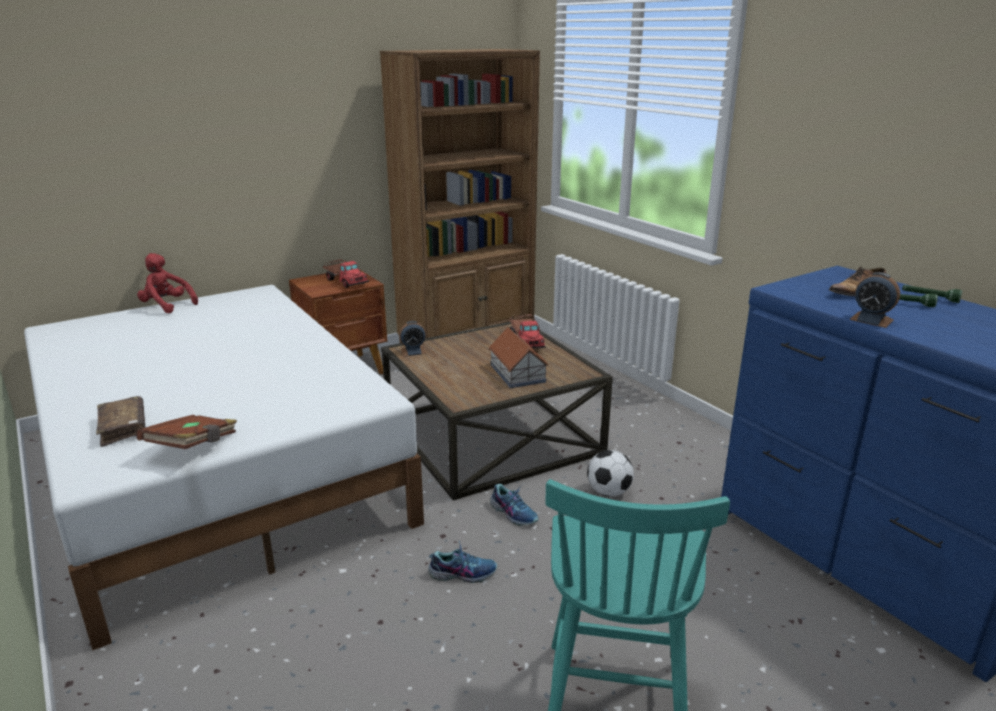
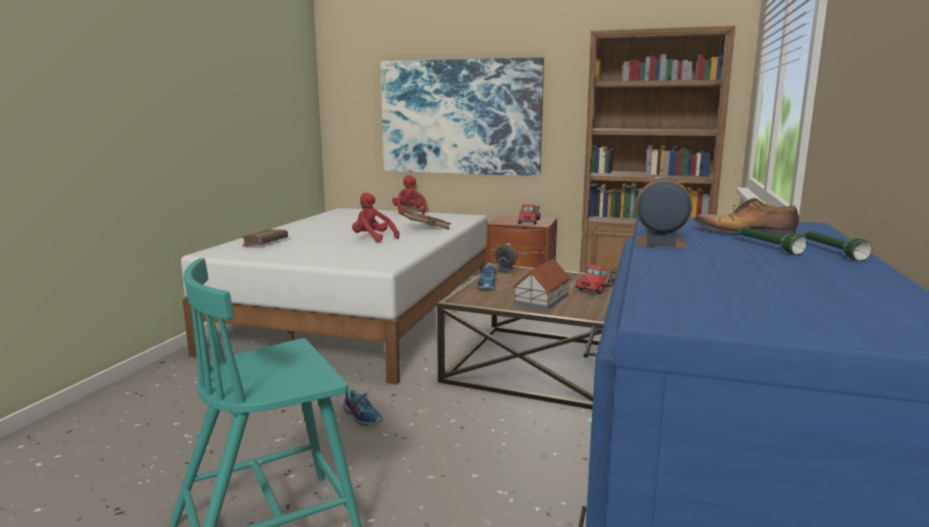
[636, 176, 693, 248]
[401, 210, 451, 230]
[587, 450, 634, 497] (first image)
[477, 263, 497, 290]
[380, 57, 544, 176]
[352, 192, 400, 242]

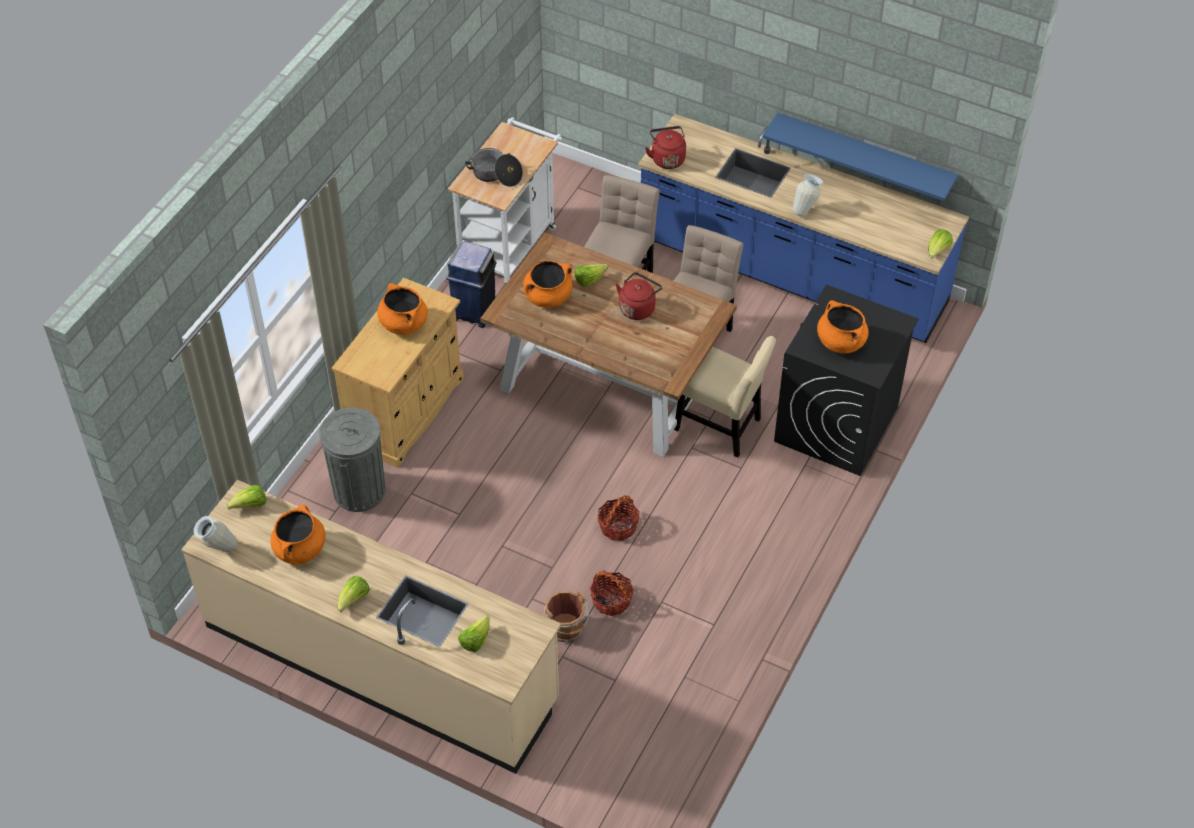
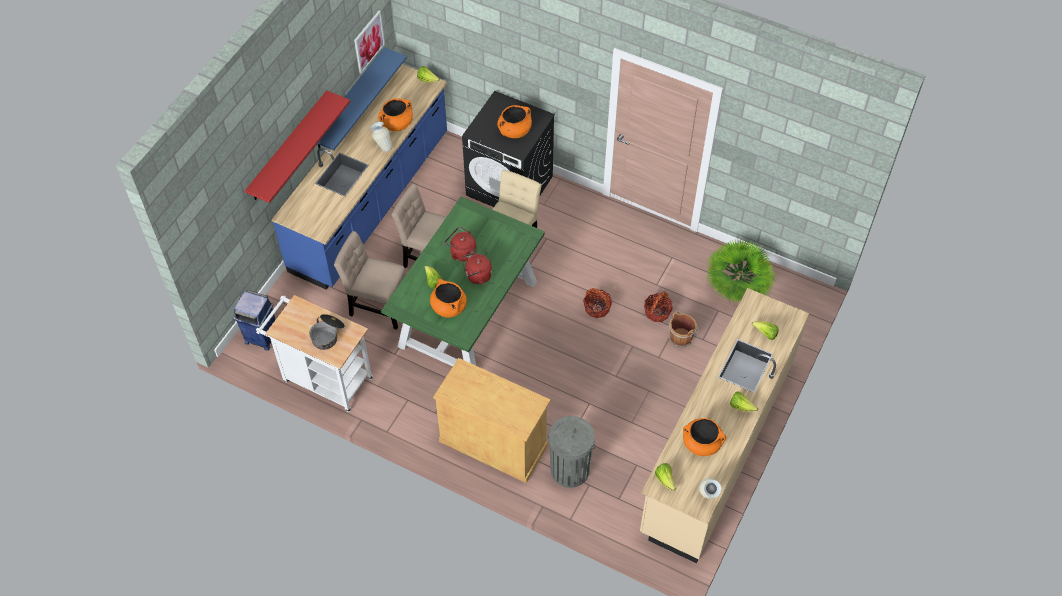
[462, 252, 492, 284]
[381, 197, 545, 366]
[234, 290, 276, 351]
[378, 98, 413, 131]
[354, 11, 385, 74]
[245, 90, 350, 203]
[705, 238, 778, 303]

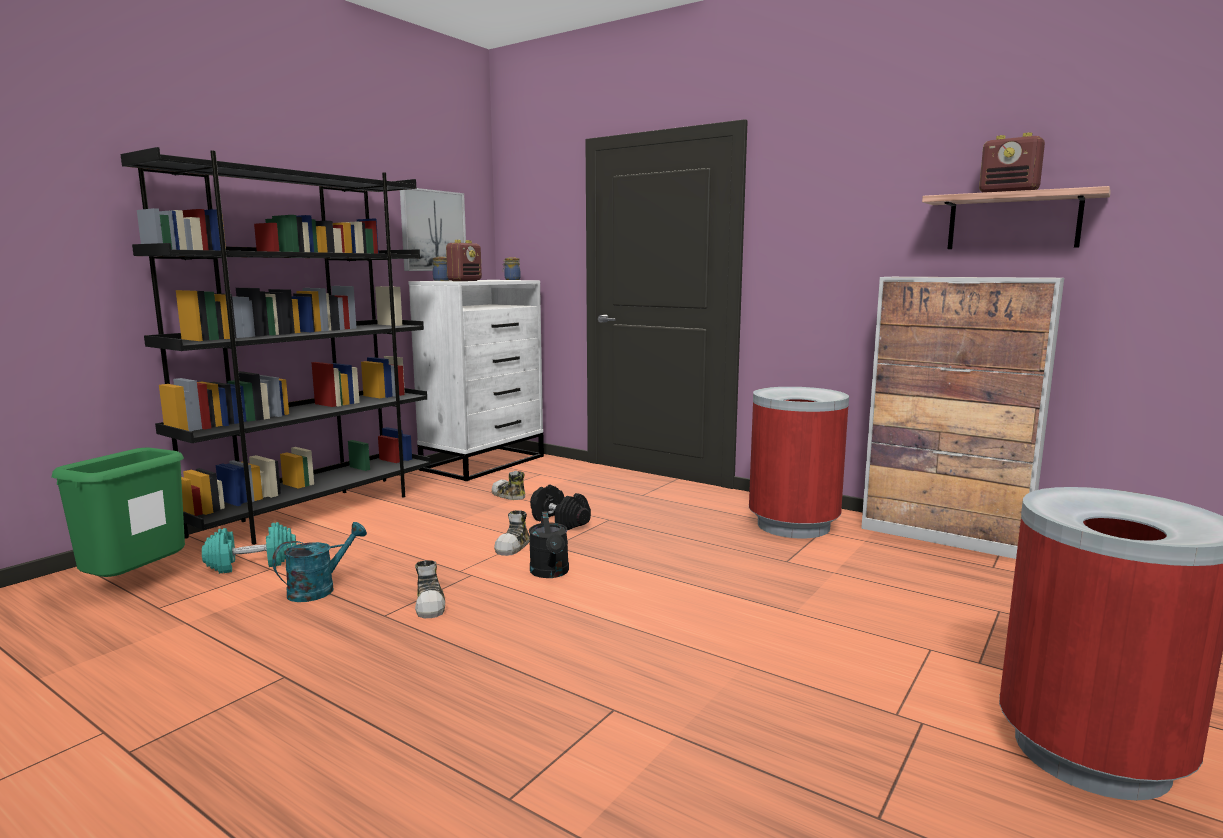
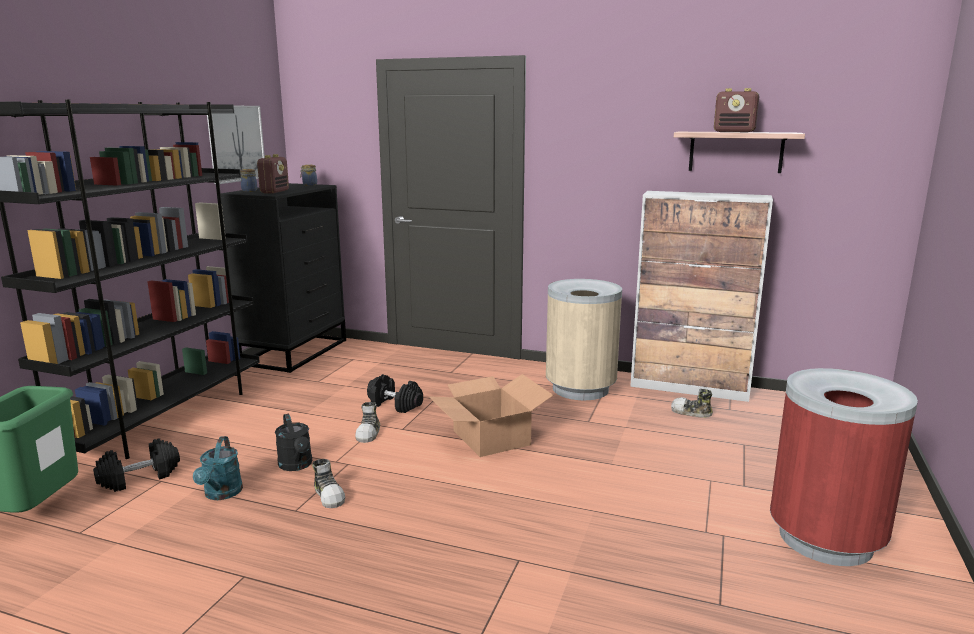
[221, 183, 346, 373]
[546, 279, 622, 400]
[671, 389, 713, 418]
[275, 414, 312, 471]
[93, 438, 180, 492]
[193, 436, 243, 500]
[429, 374, 553, 457]

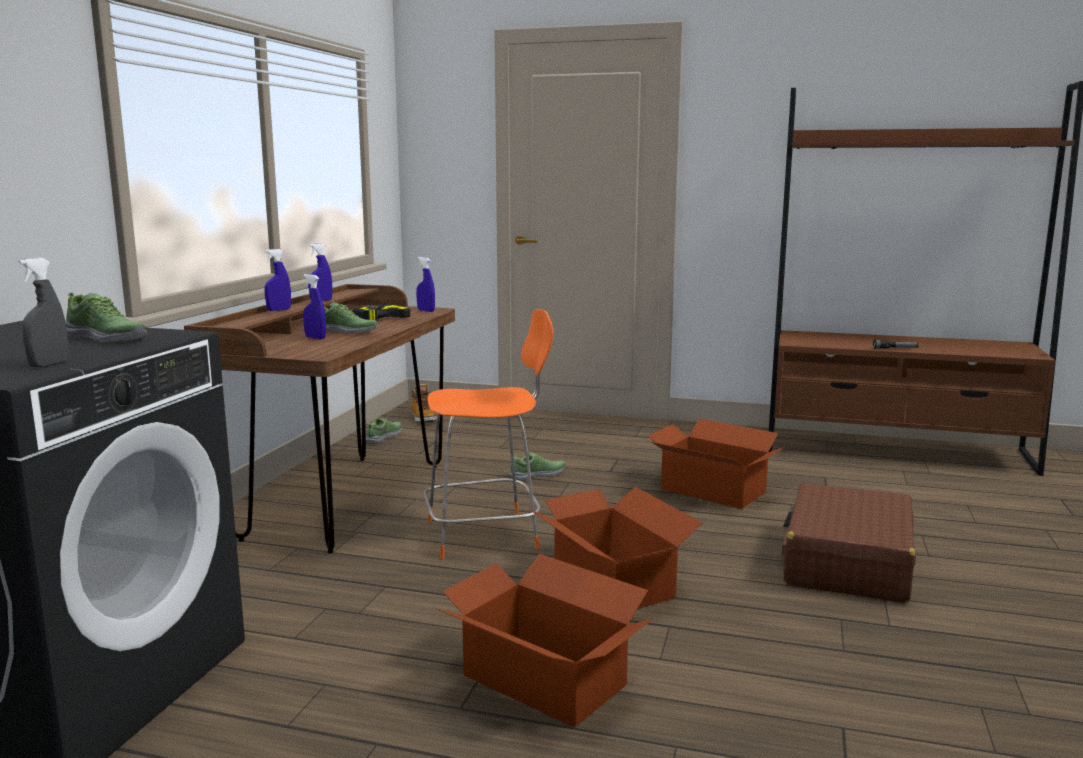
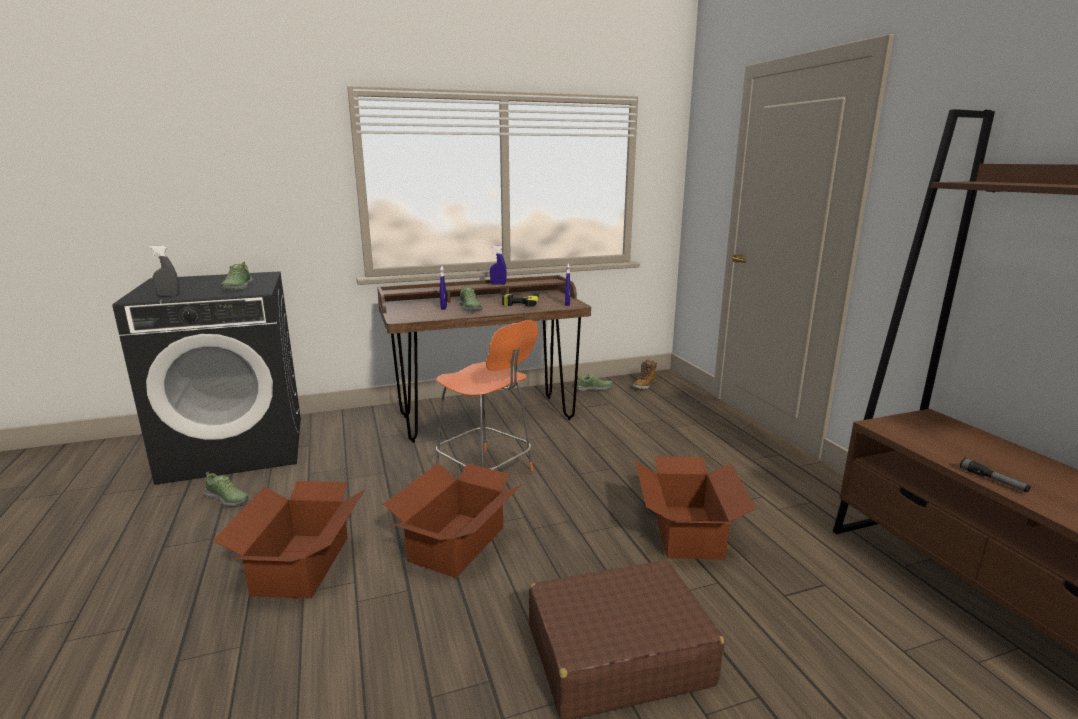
[264, 249, 291, 311] (first image)
[204, 472, 249, 506]

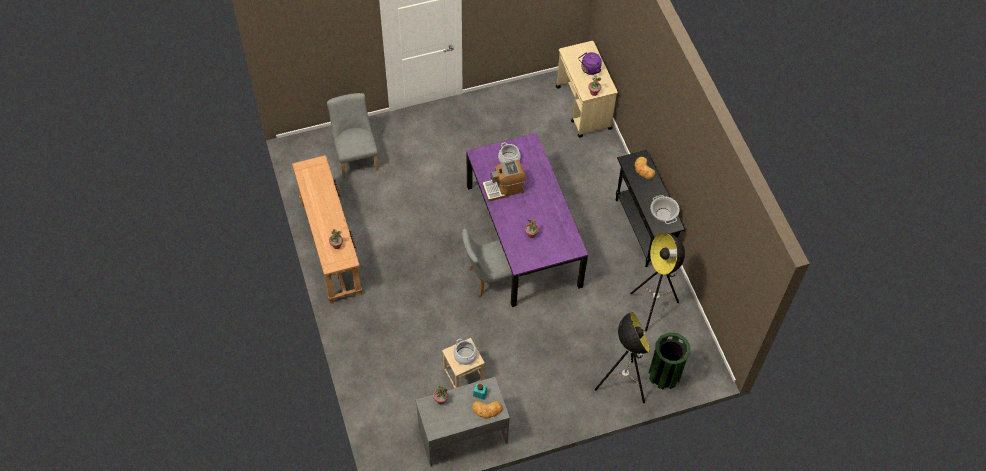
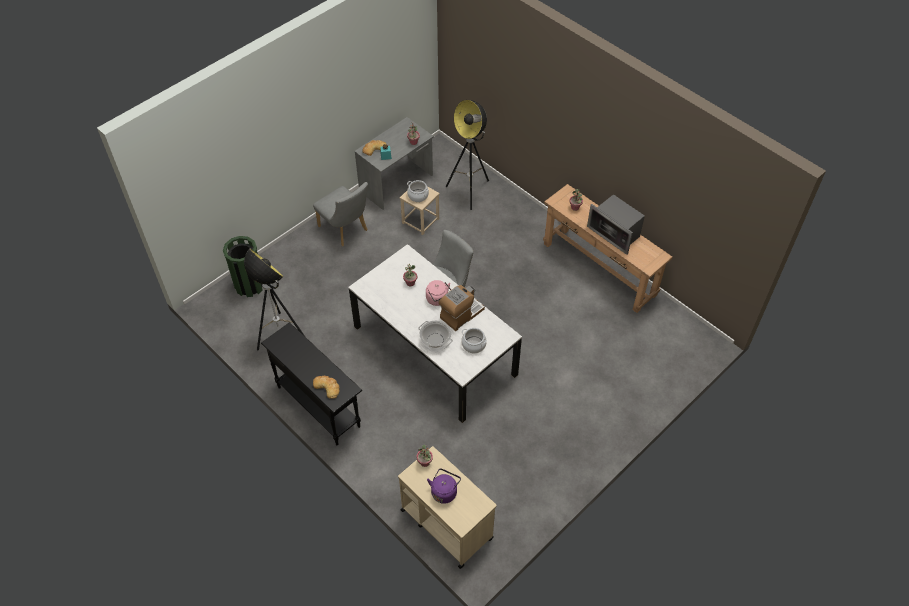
[313, 182, 368, 246]
[348, 244, 522, 423]
[418, 320, 453, 348]
[446, 100, 489, 210]
[587, 194, 645, 255]
[426, 280, 451, 306]

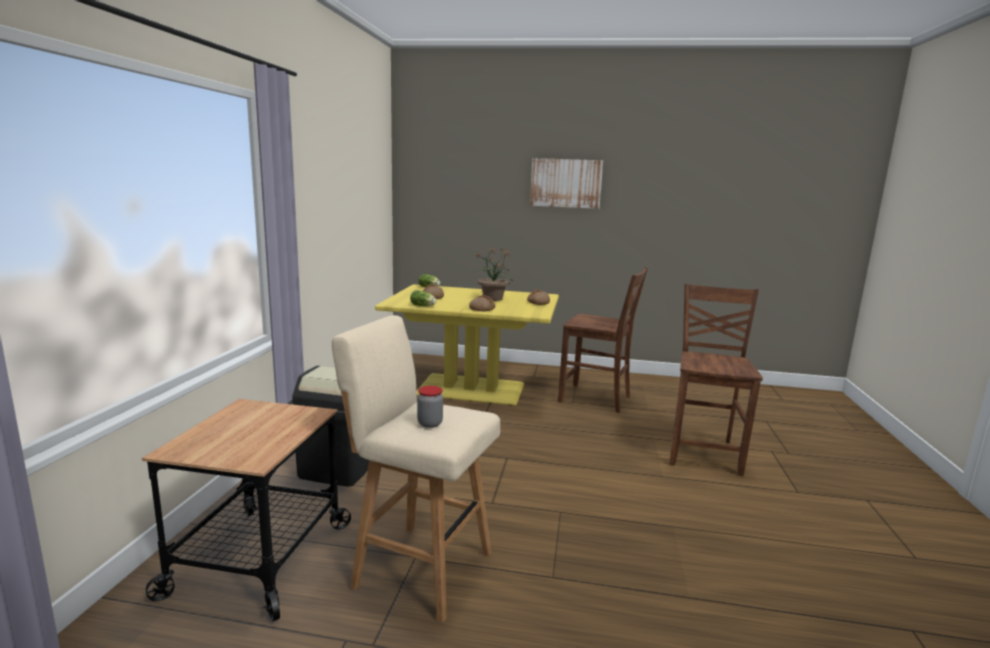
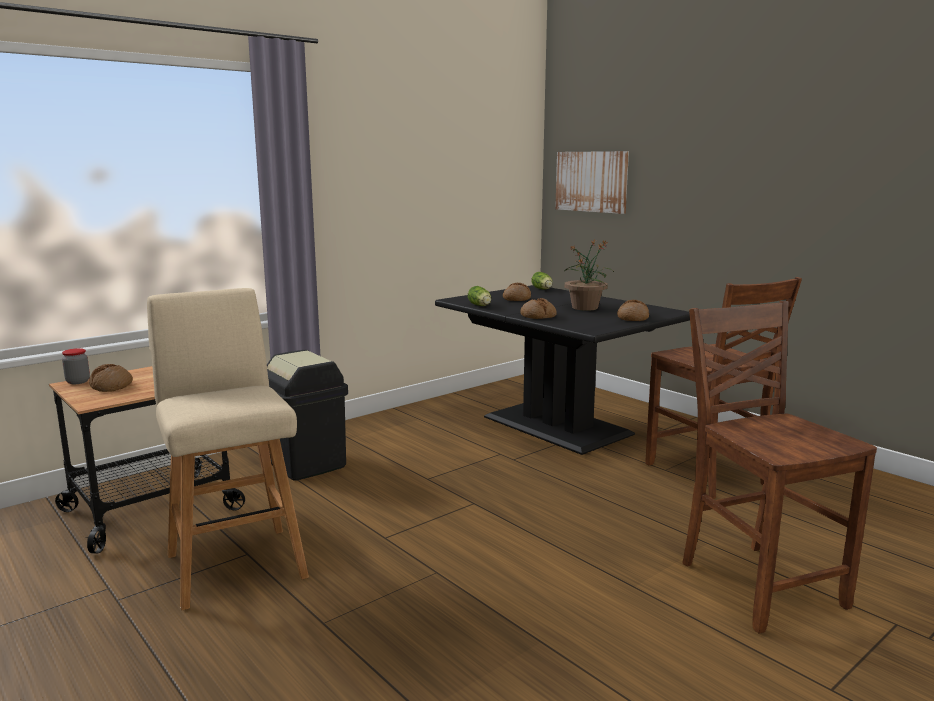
[555, 151, 629, 214]
[435, 285, 690, 455]
[683, 301, 877, 633]
[62, 348, 90, 384]
[89, 364, 133, 392]

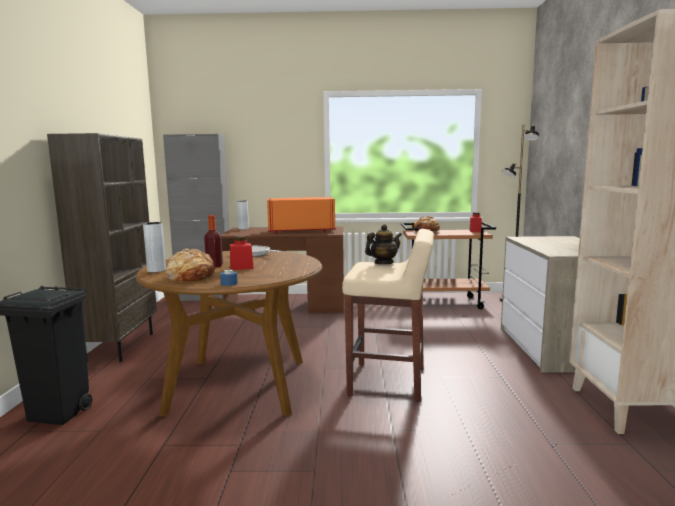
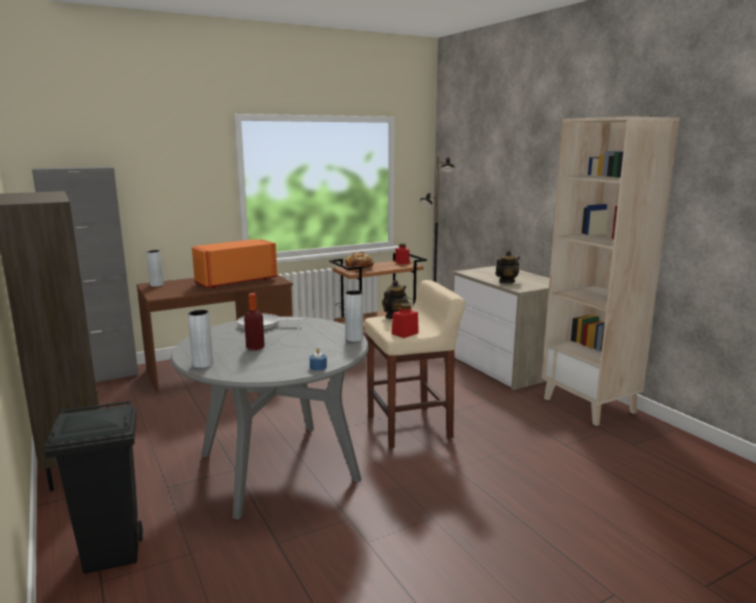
[392, 303, 419, 338]
[166, 248, 215, 281] (first image)
[171, 316, 369, 519]
[495, 250, 520, 283]
[345, 290, 363, 342]

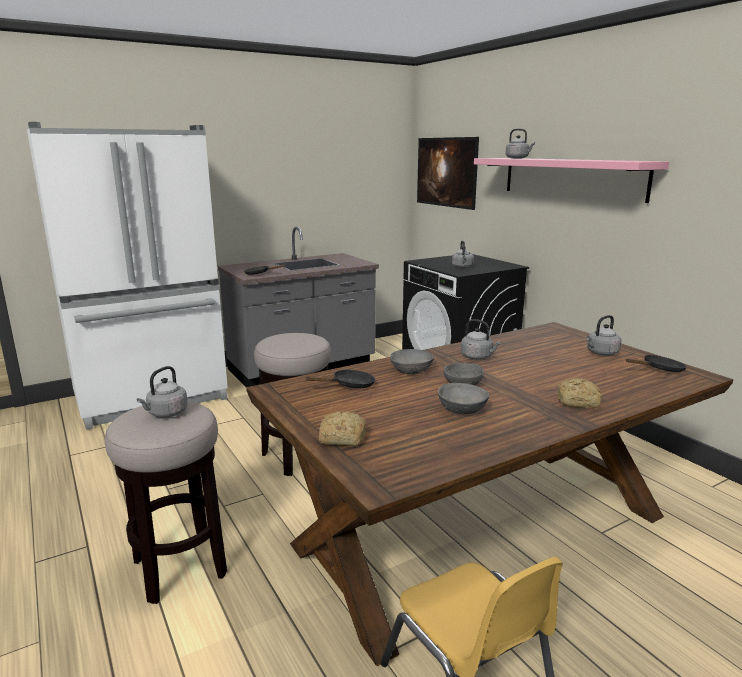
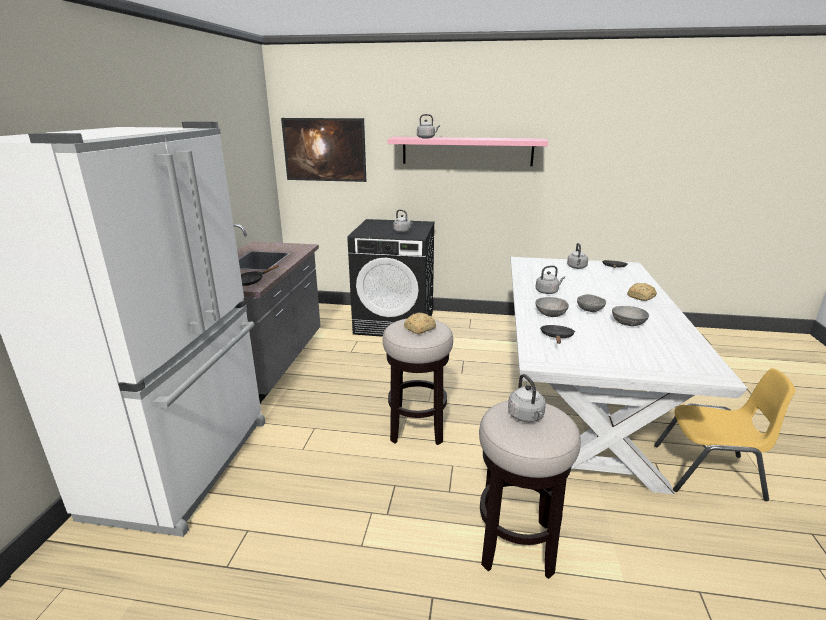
[510, 257, 747, 494]
[404, 313, 436, 334]

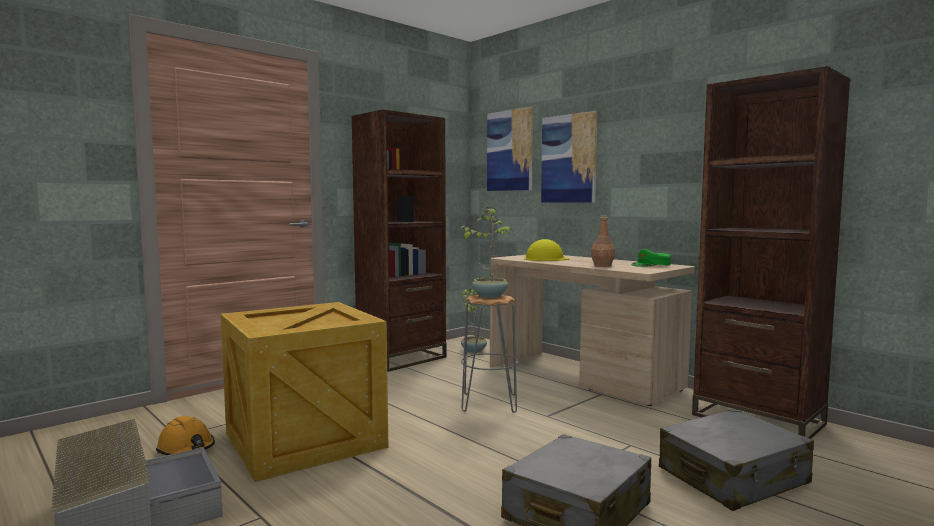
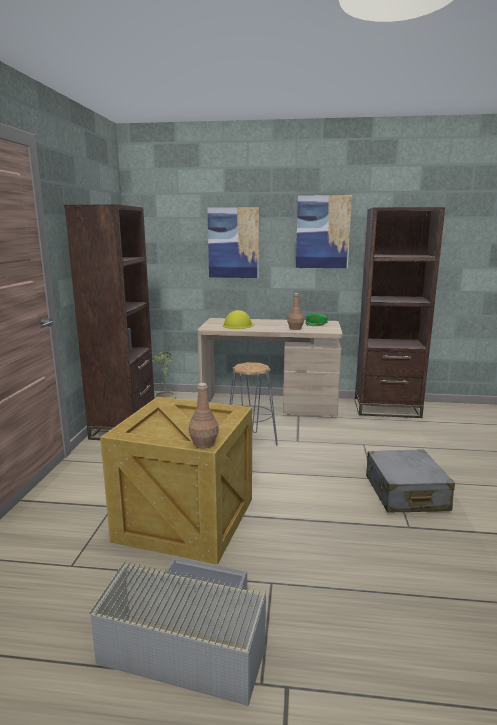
[296, 195, 352, 268]
[459, 207, 512, 298] (first image)
[659, 409, 814, 511] (first image)
[156, 416, 215, 455] (first image)
[189, 383, 219, 448]

